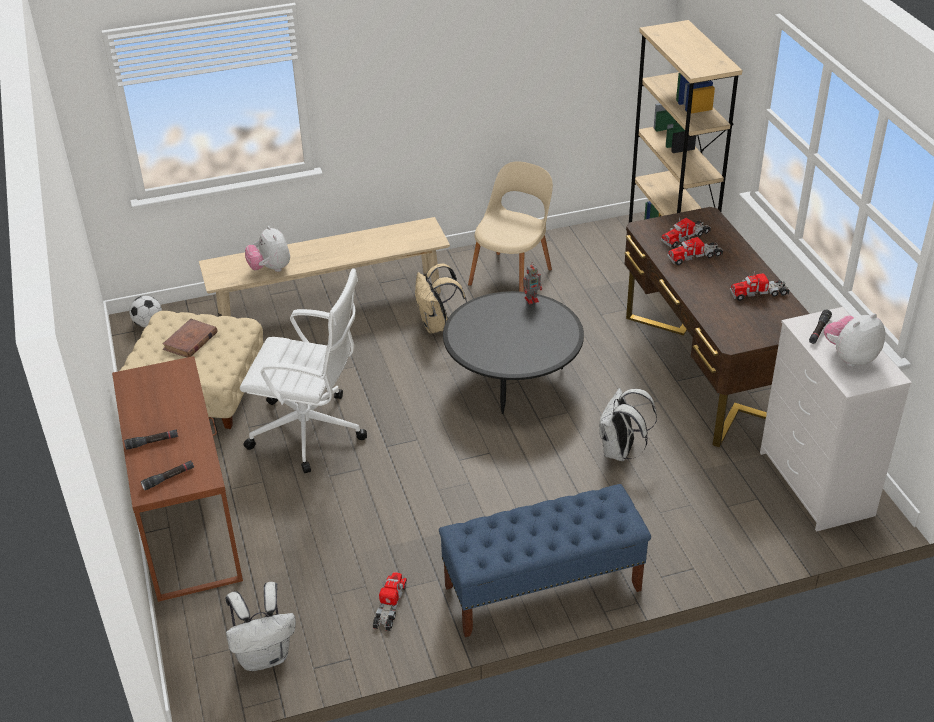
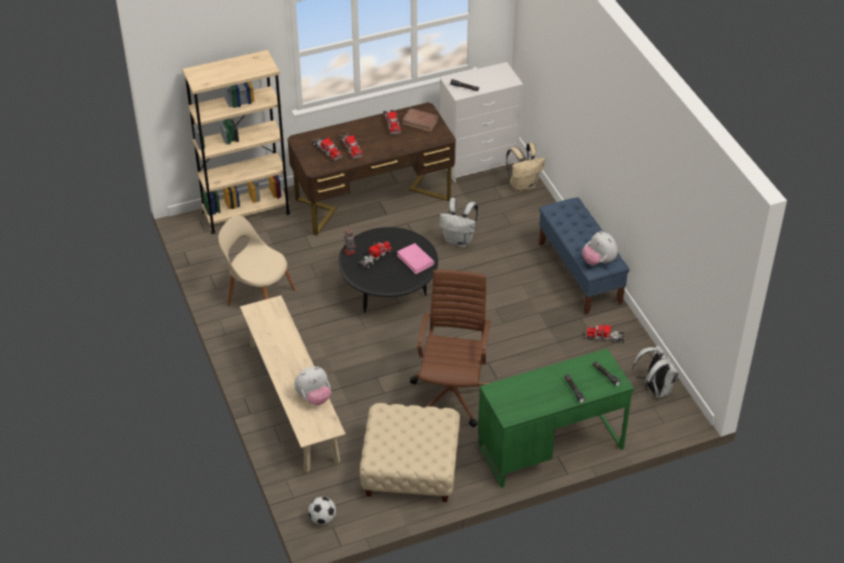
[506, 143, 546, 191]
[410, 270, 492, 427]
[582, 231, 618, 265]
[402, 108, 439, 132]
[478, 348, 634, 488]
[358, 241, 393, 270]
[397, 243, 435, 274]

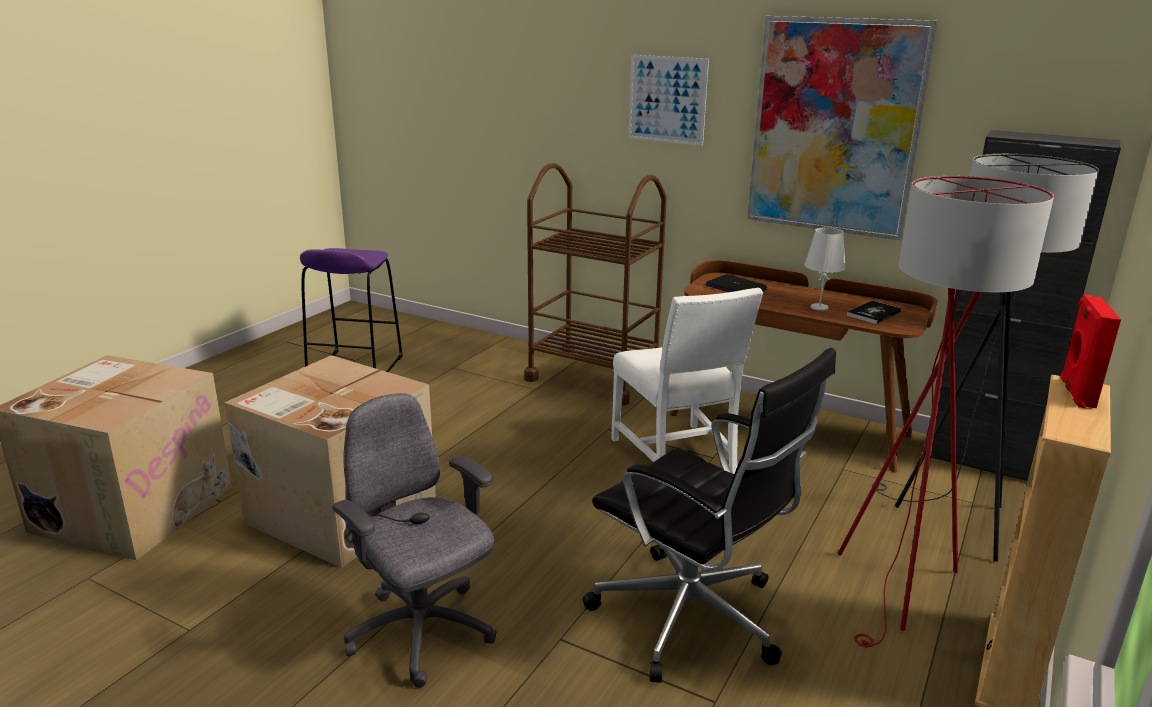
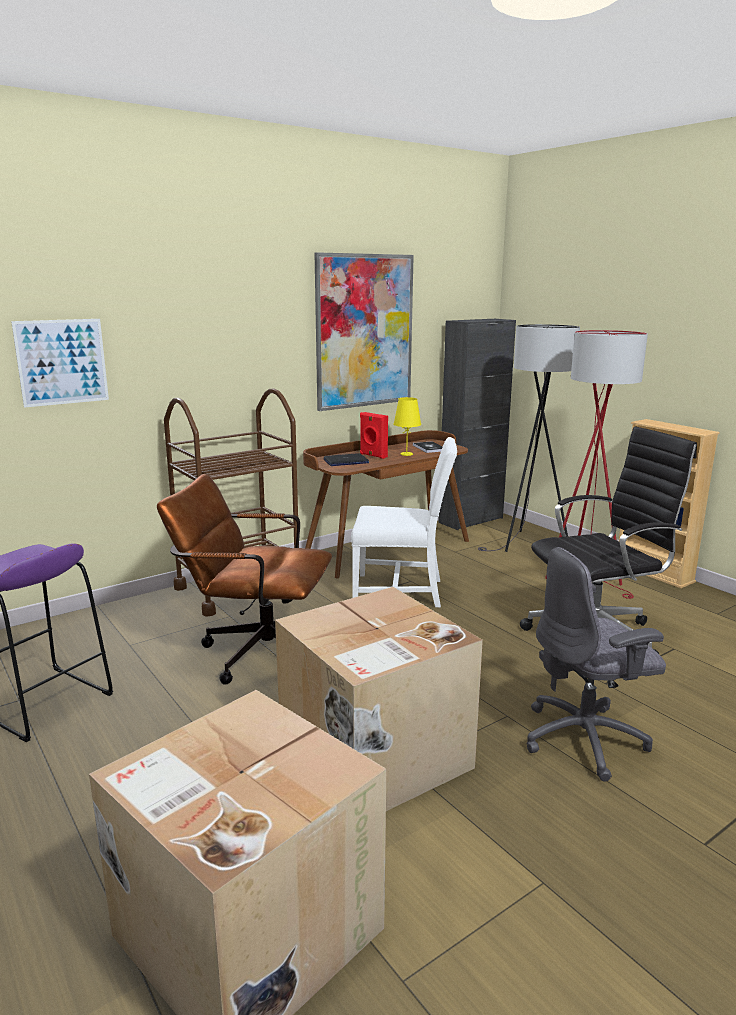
[11, 319, 109, 408]
[393, 397, 421, 456]
[360, 412, 388, 459]
[157, 474, 332, 685]

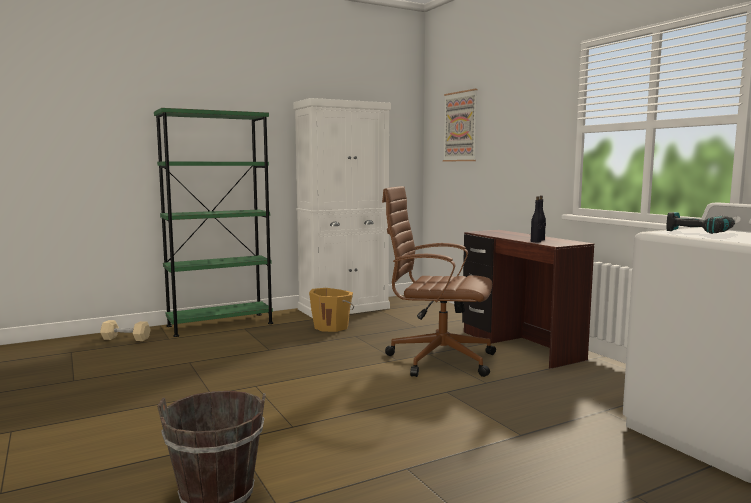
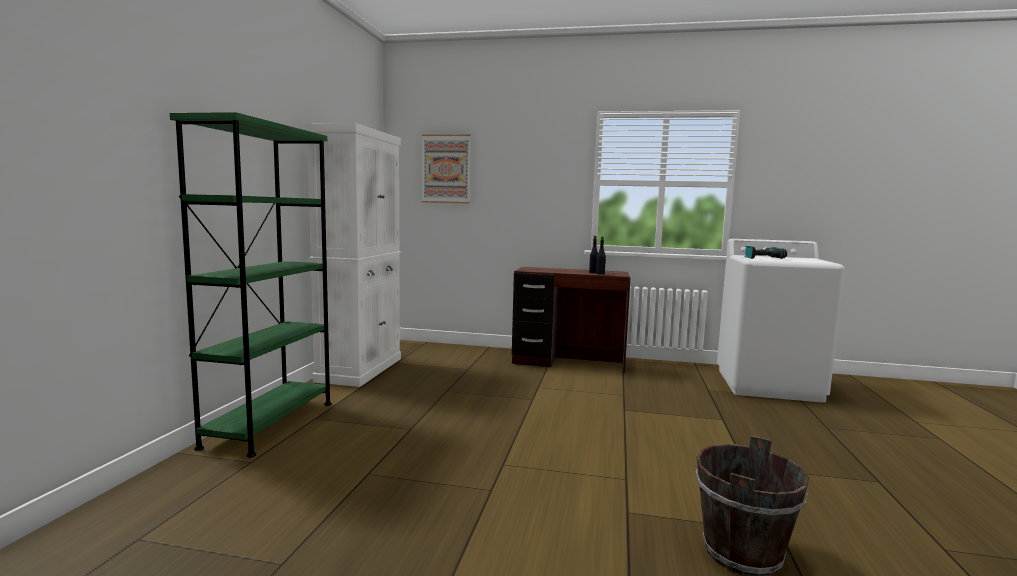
[382, 186, 496, 377] (first image)
[309, 288, 354, 332] (first image)
[100, 320, 151, 341] (first image)

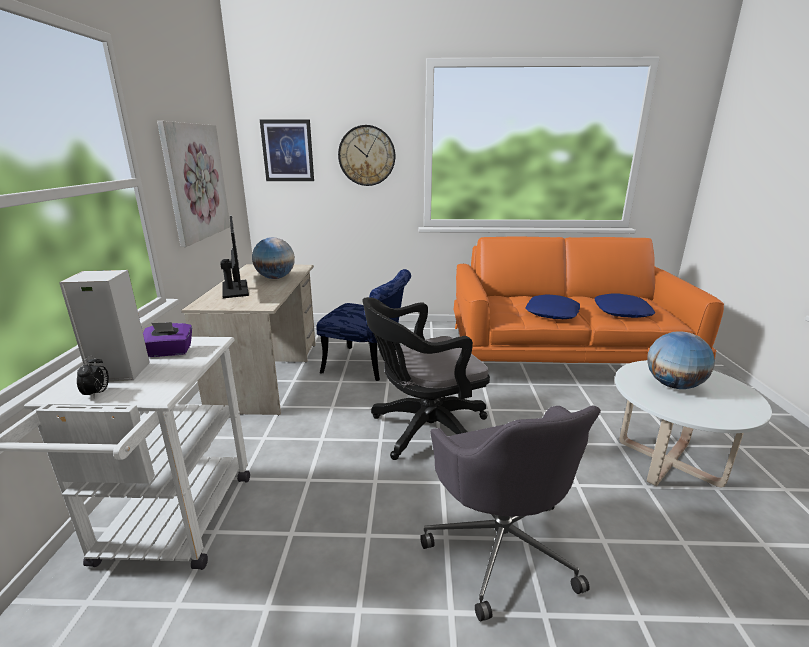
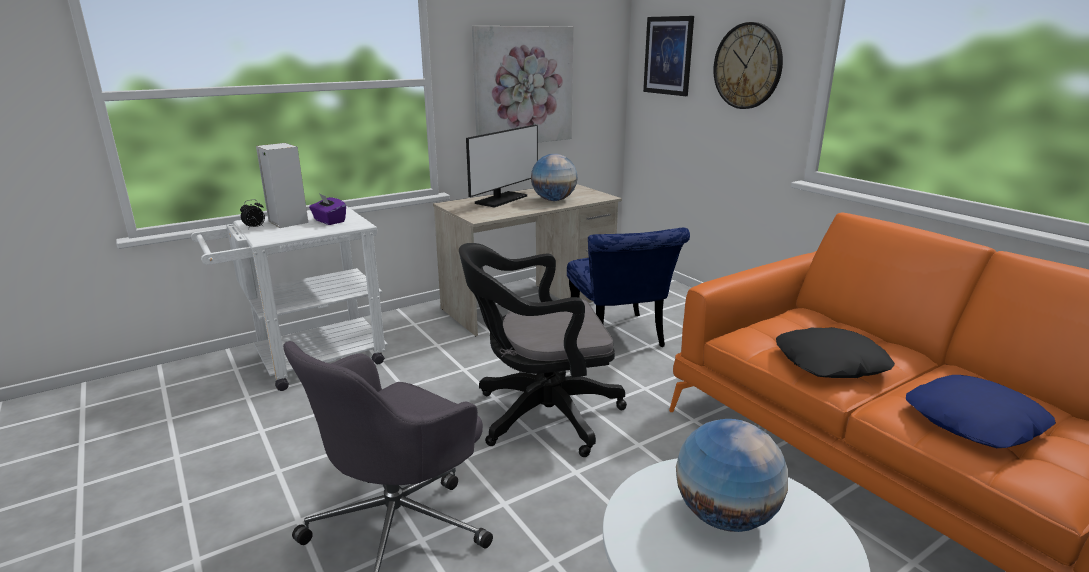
[776, 327, 895, 378]
[459, 243, 627, 457]

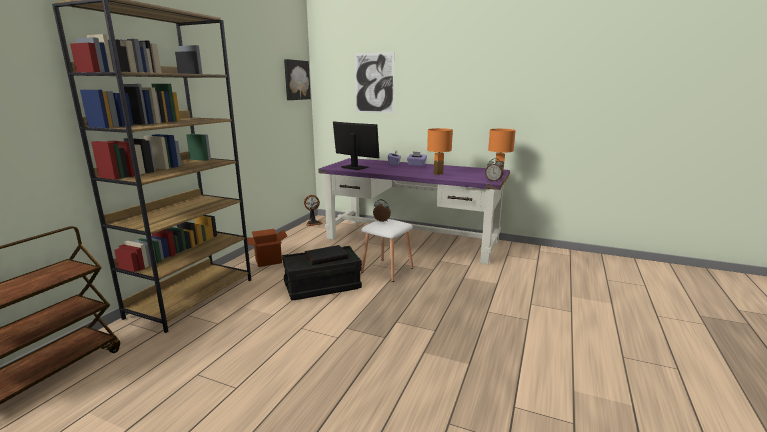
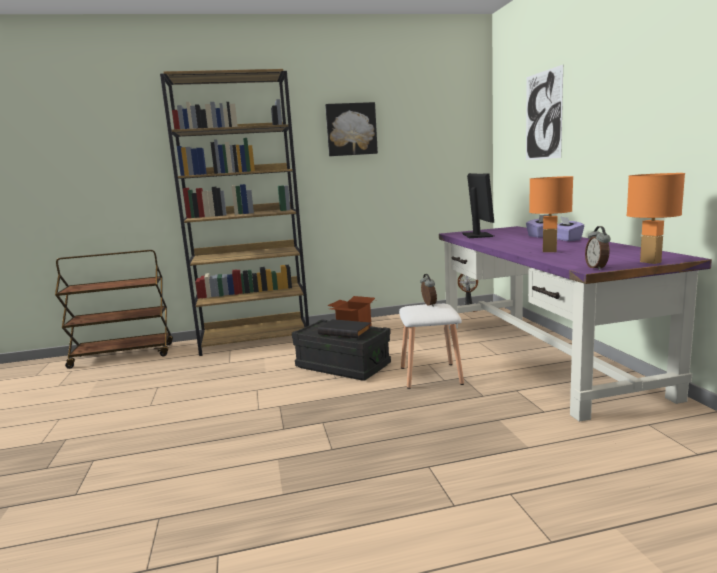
[325, 102, 378, 156]

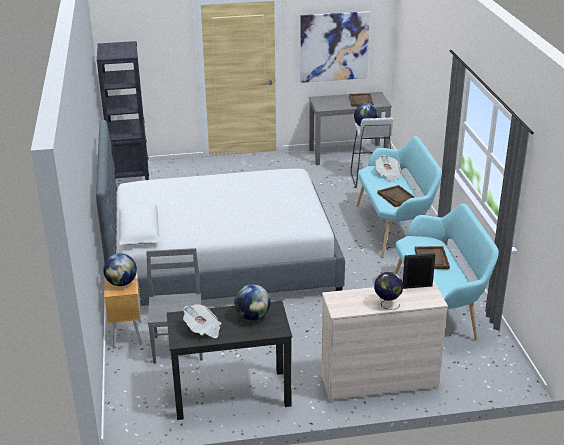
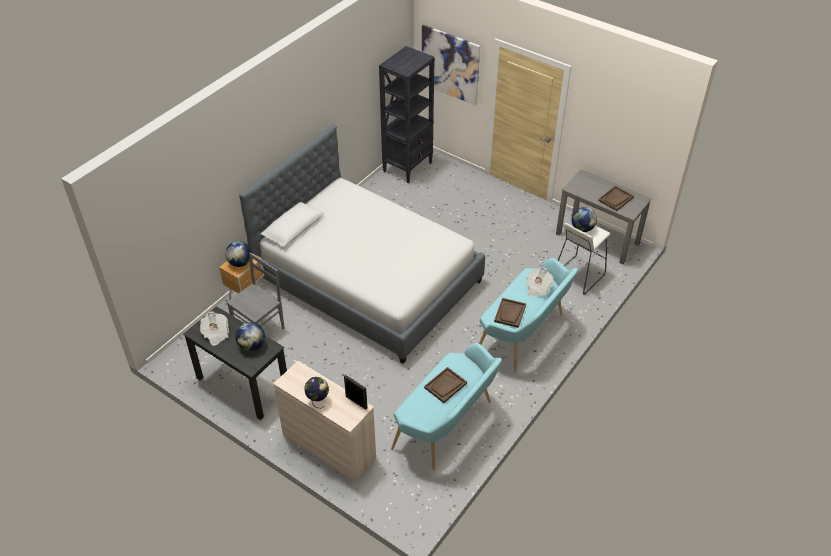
[422, 25, 480, 105]

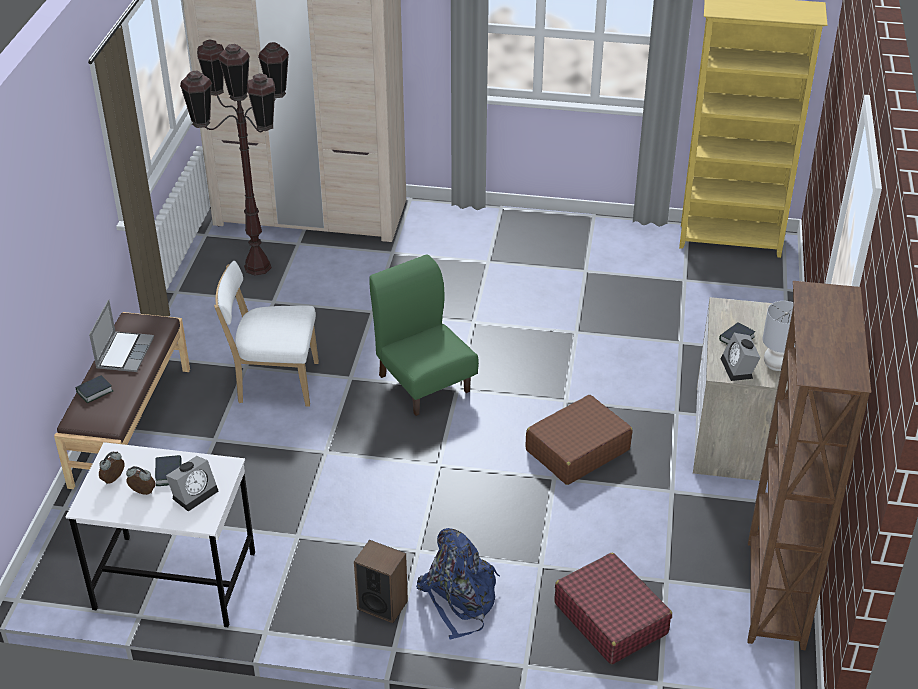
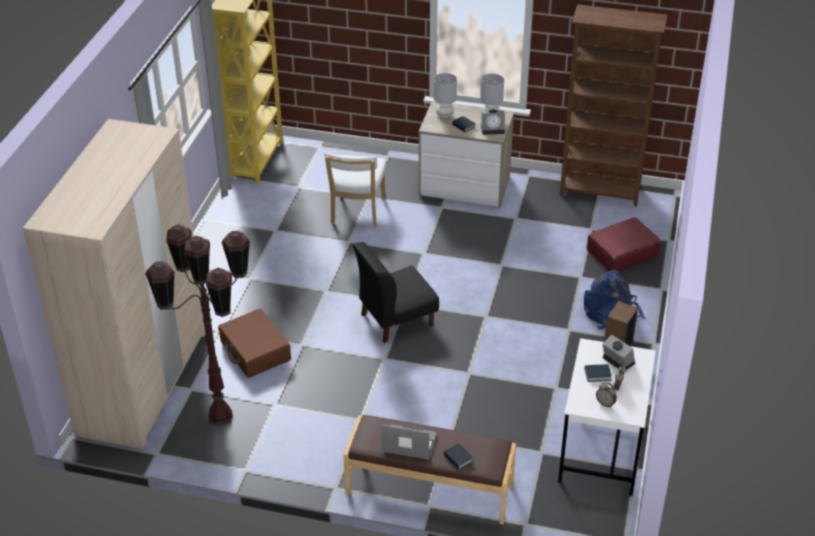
[353, 242, 439, 343]
[324, 153, 386, 227]
[218, 309, 291, 378]
[434, 73, 457, 118]

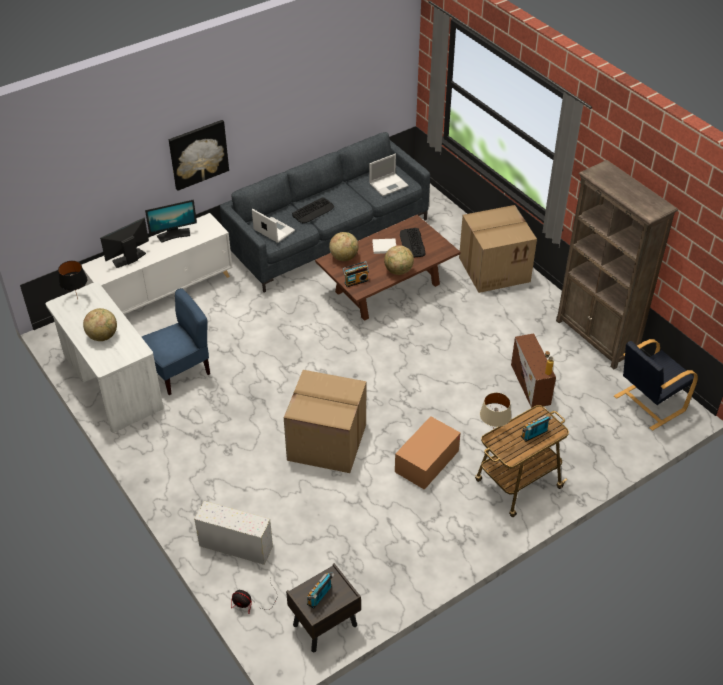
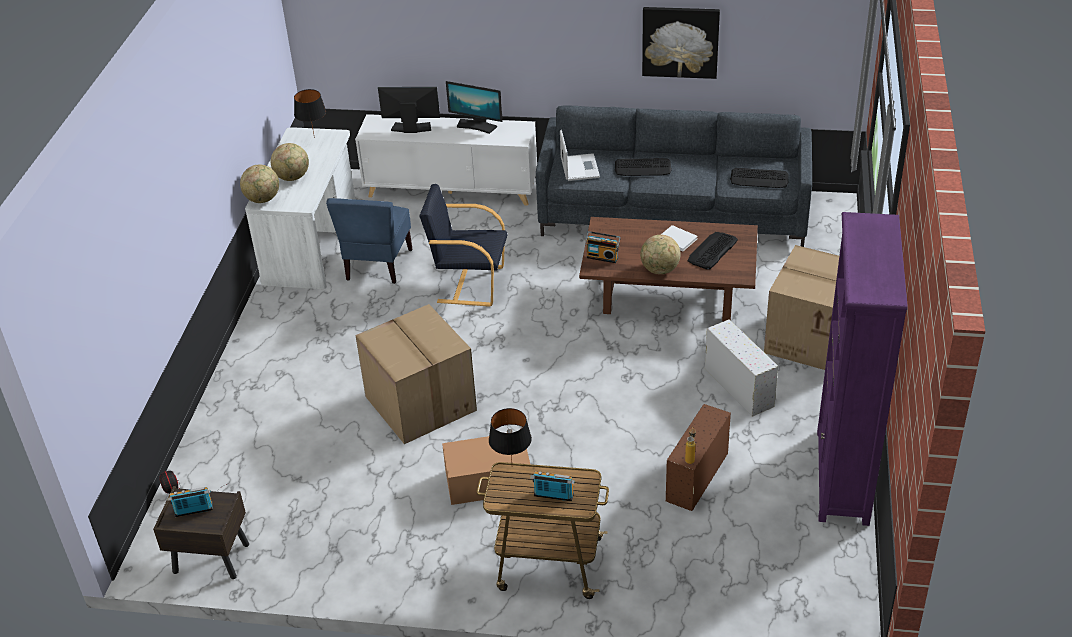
[642, 7, 720, 79]
[730, 168, 789, 188]
[817, 212, 908, 526]
[240, 164, 279, 203]
[326, 198, 412, 284]
[419, 184, 508, 307]
[489, 408, 532, 461]
[705, 320, 778, 417]

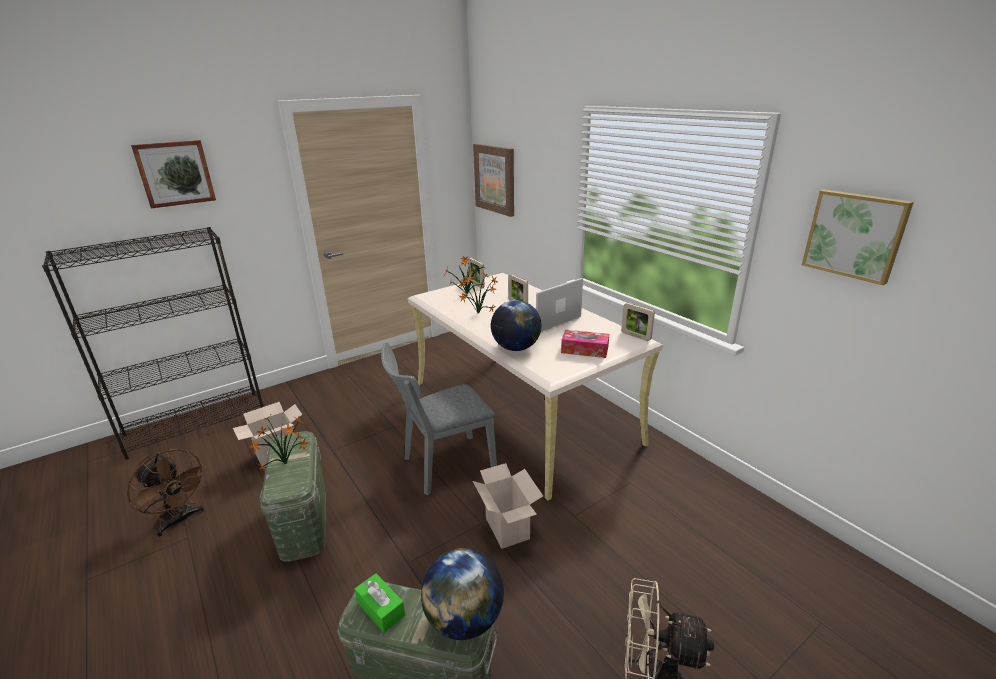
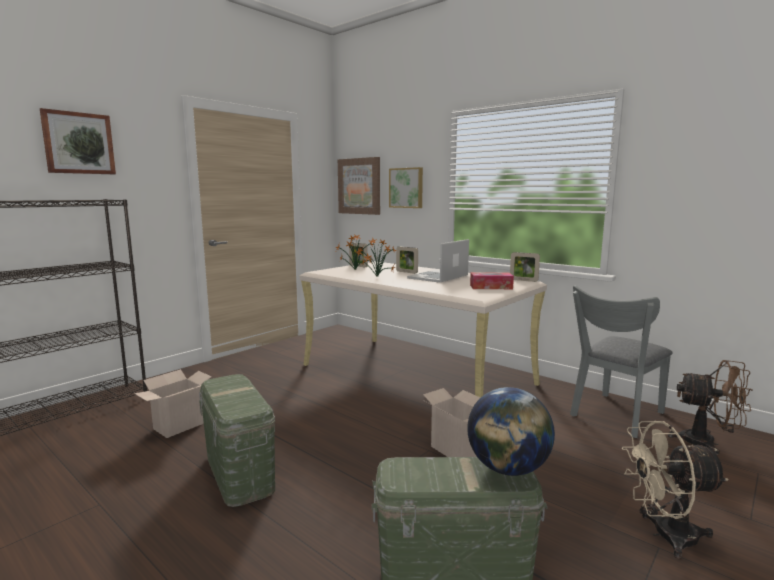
[389, 167, 423, 208]
[491, 300, 541, 351] (first image)
[570, 285, 672, 438]
[250, 417, 309, 472] (first image)
[668, 360, 753, 455]
[355, 573, 405, 633] (first image)

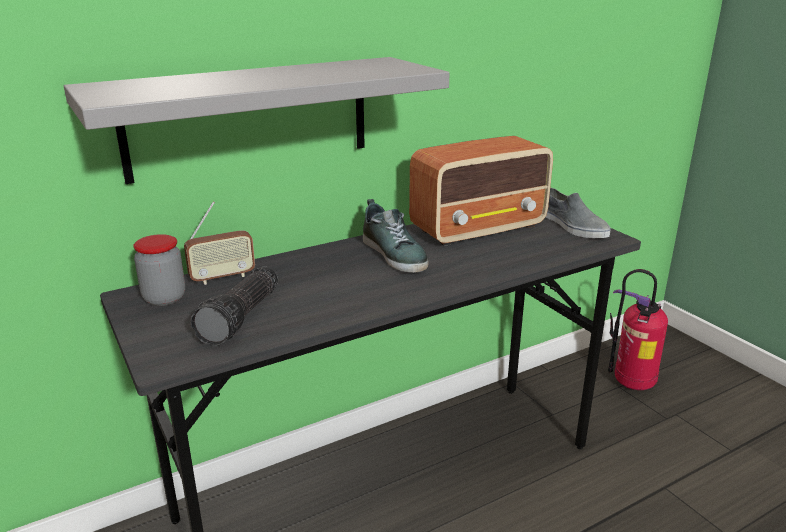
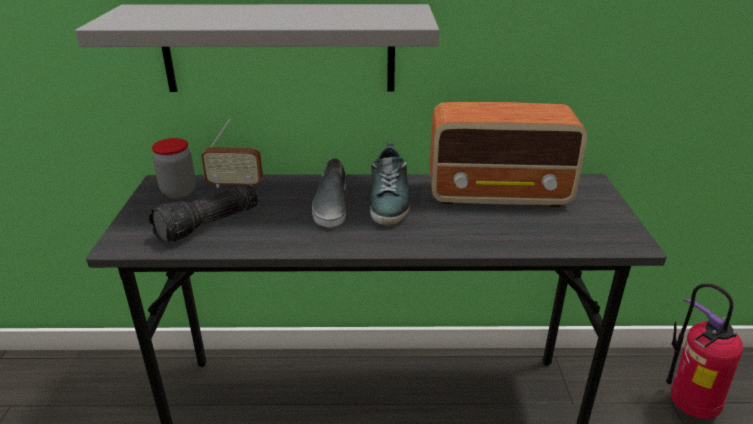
[312, 158, 346, 227]

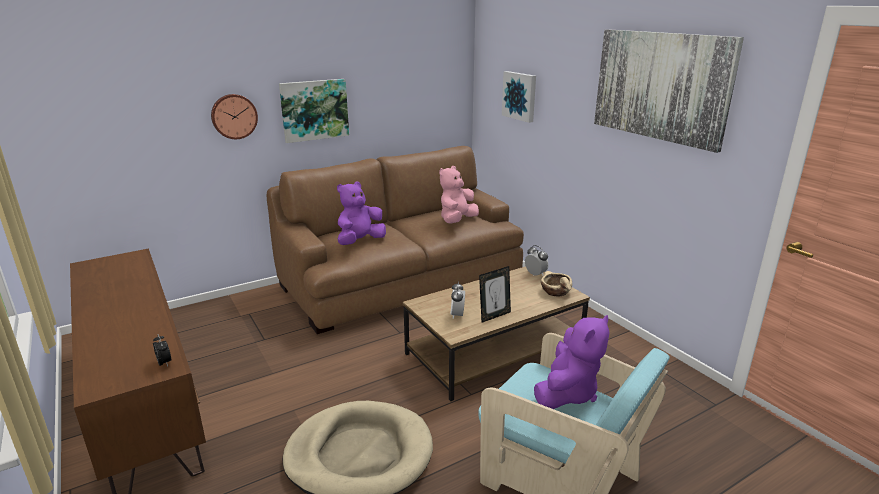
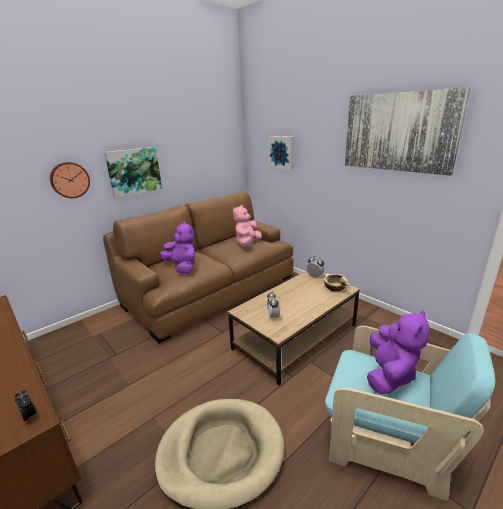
[160, 221, 195, 274]
[479, 266, 511, 322] (first image)

